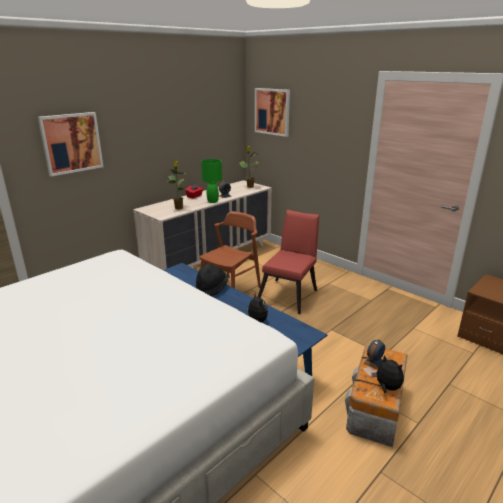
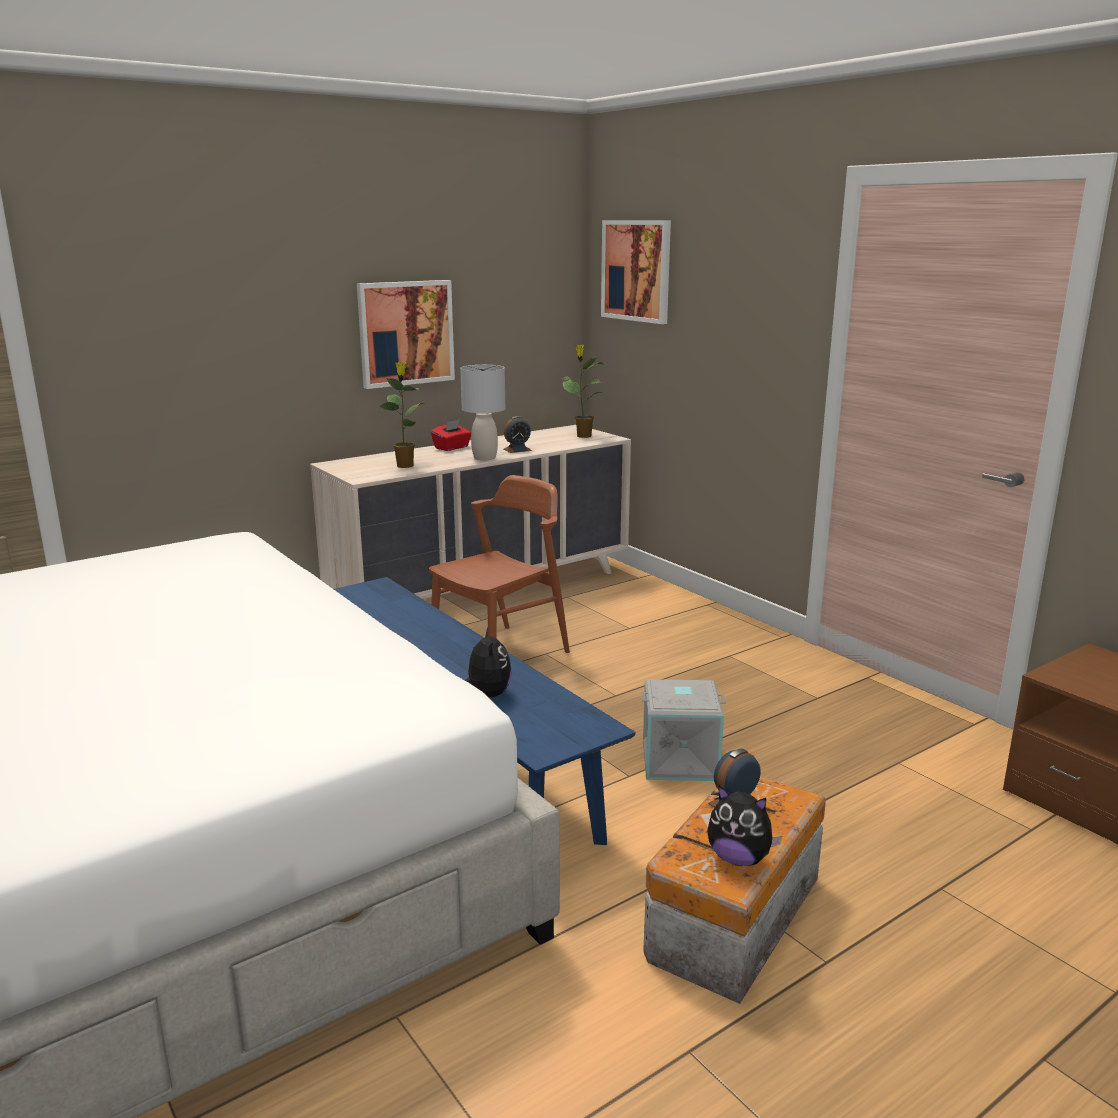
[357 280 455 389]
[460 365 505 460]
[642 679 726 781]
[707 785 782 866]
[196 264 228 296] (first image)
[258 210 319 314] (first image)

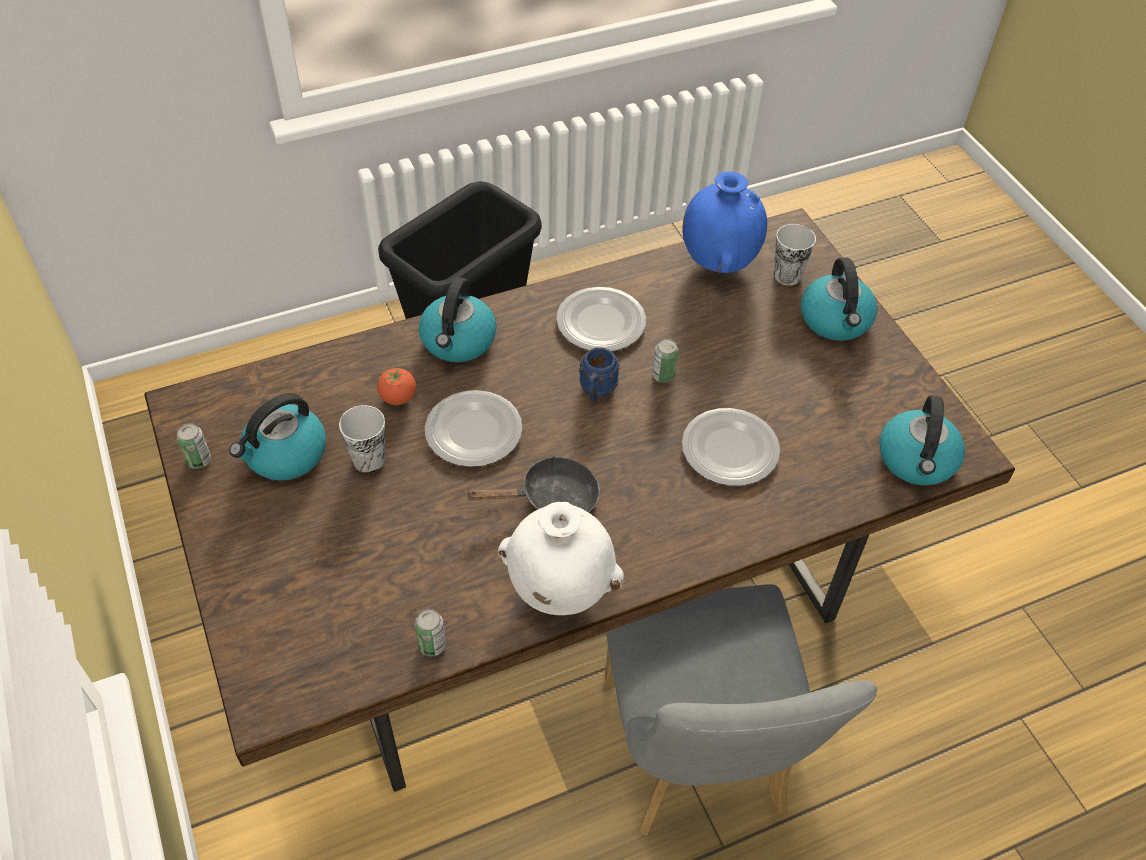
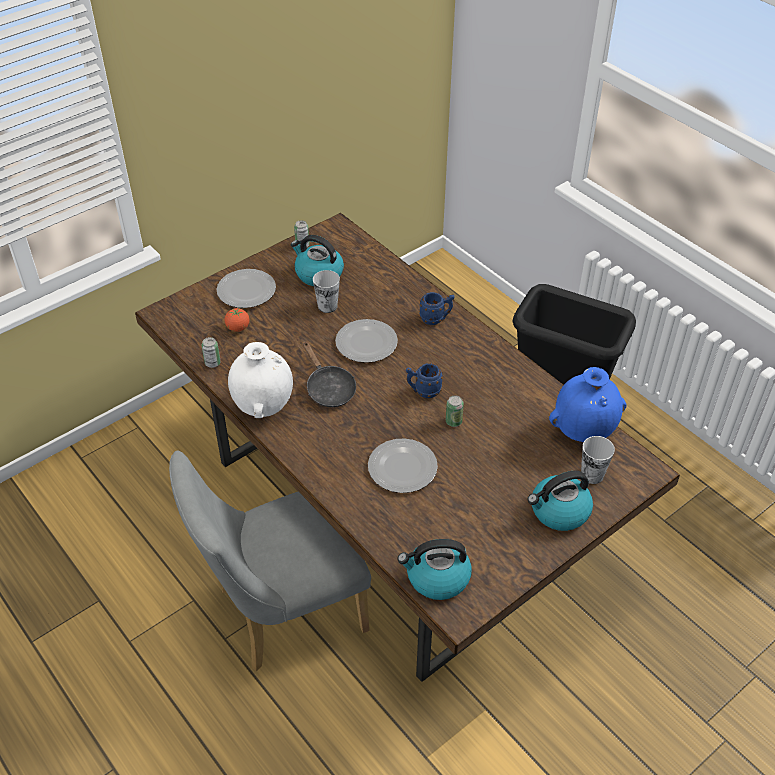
[216 269 276 308]
[225 308 249 332]
[420 292 455 325]

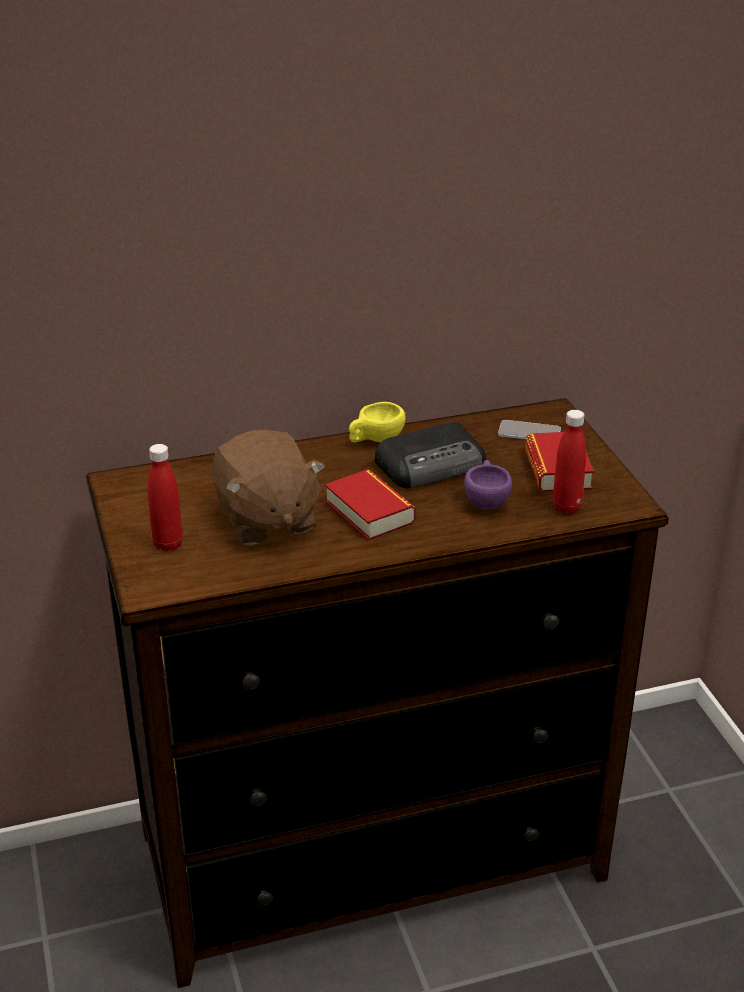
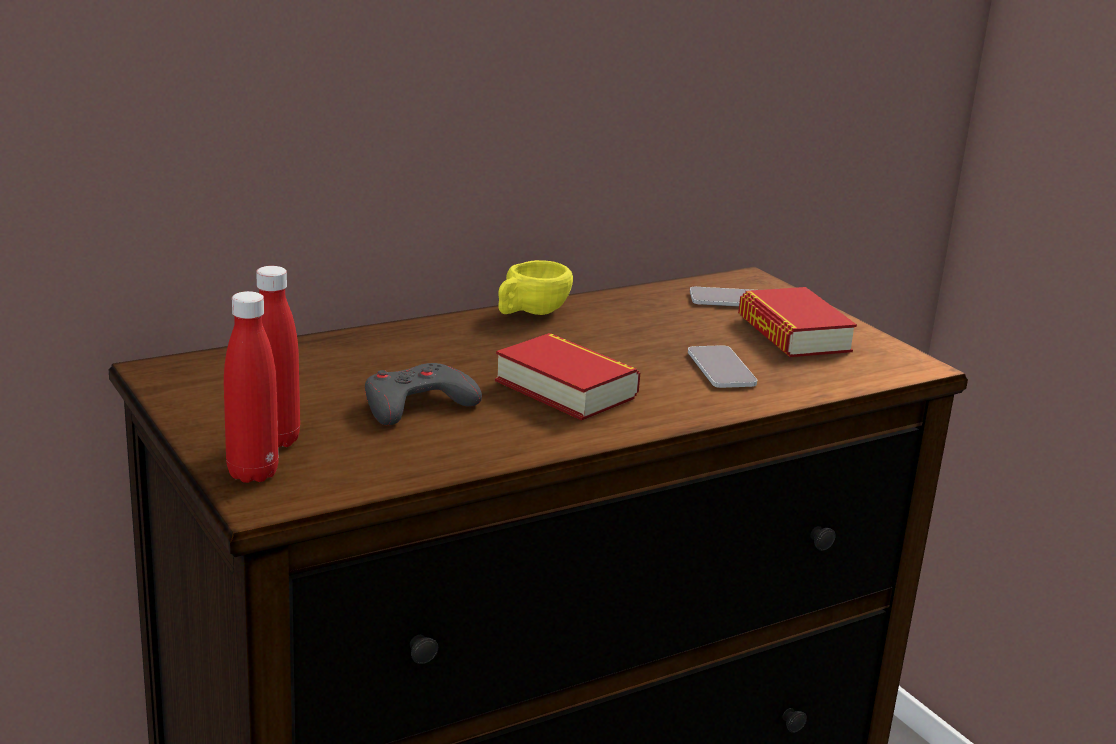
[224 291 279 483]
[365 363 482 425]
[688 345 757 388]
[375 422 486 488] (first image)

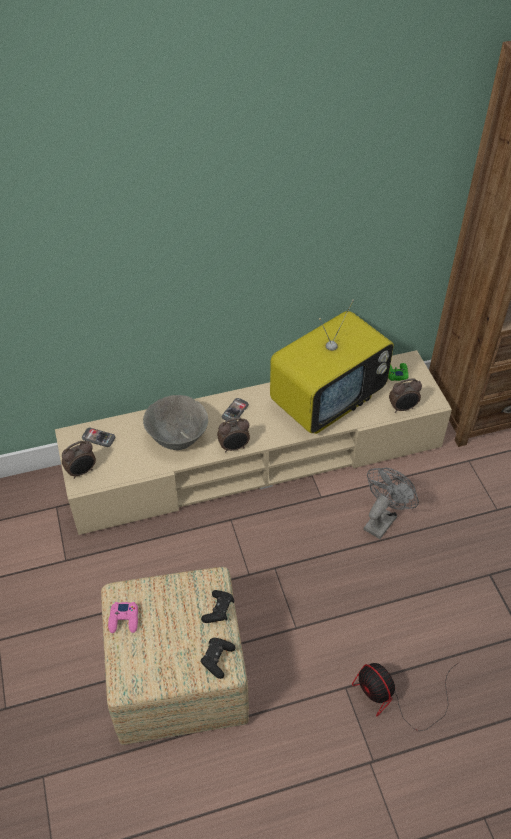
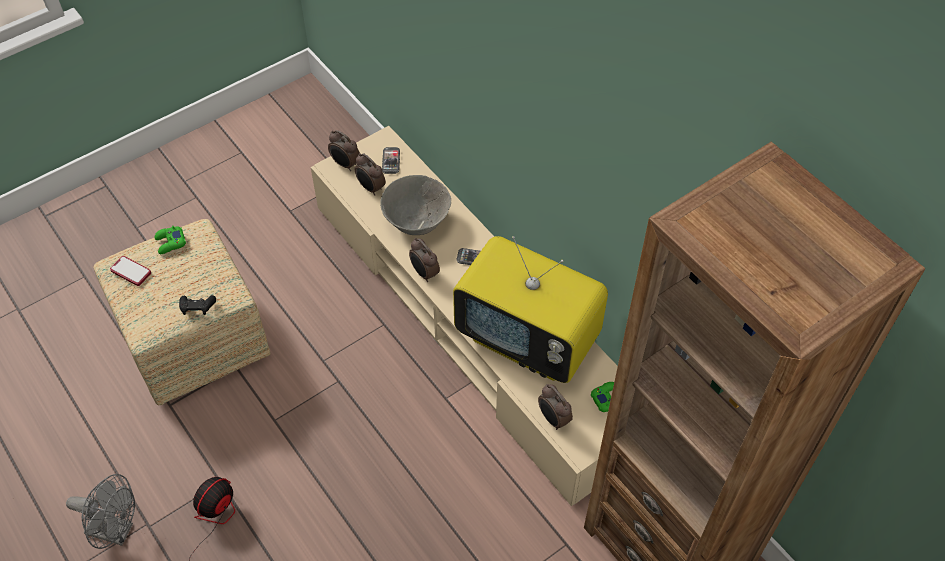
[66 474 135 549]
[110 256 151 286]
[154 226 186 254]
[355 153 386 196]
[201 638 235 679] (first image)

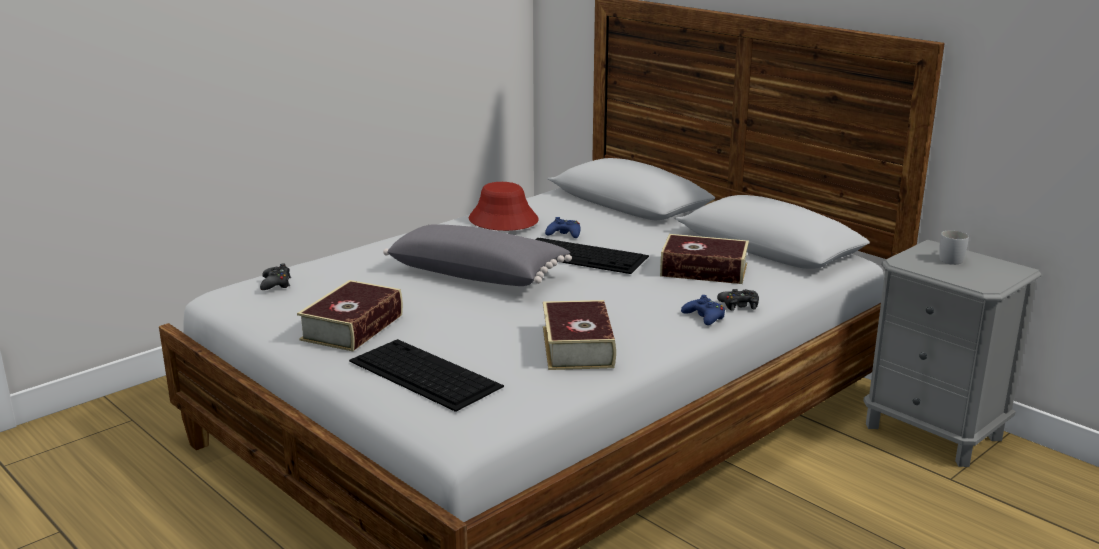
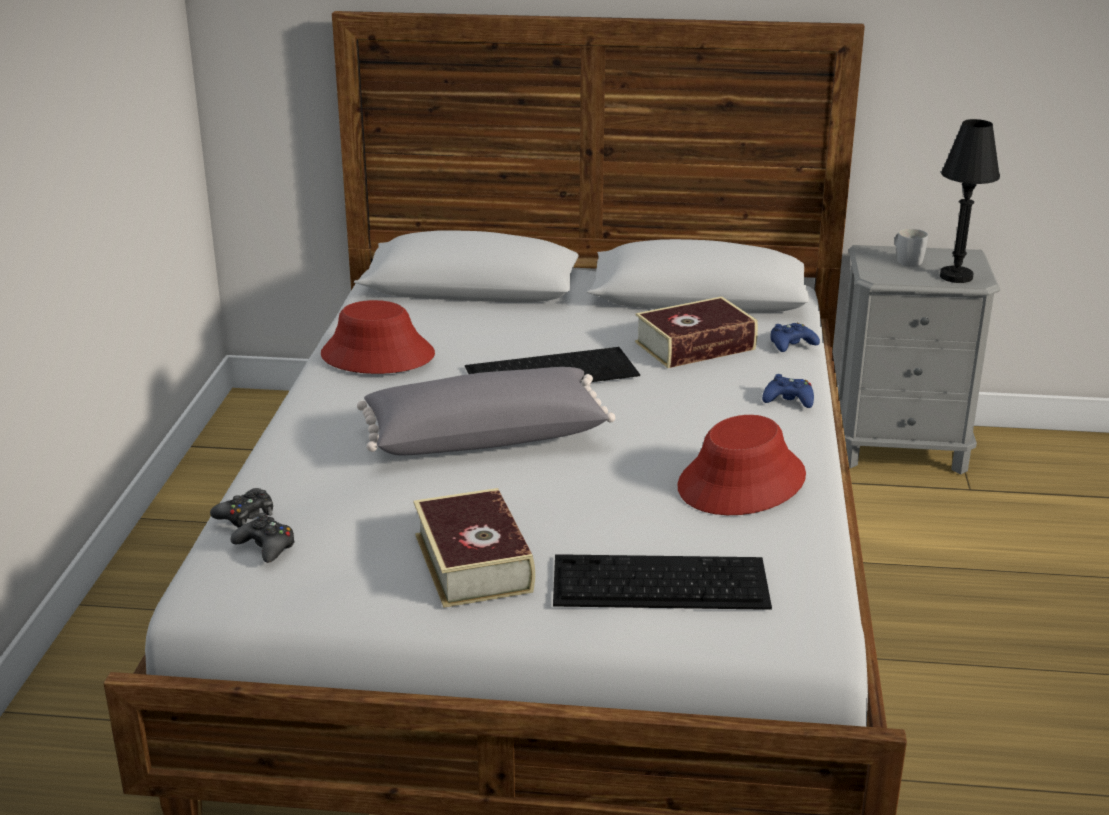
[210 488 273 528]
[677 415 806 515]
[770 323 820 352]
[940 119 1000 283]

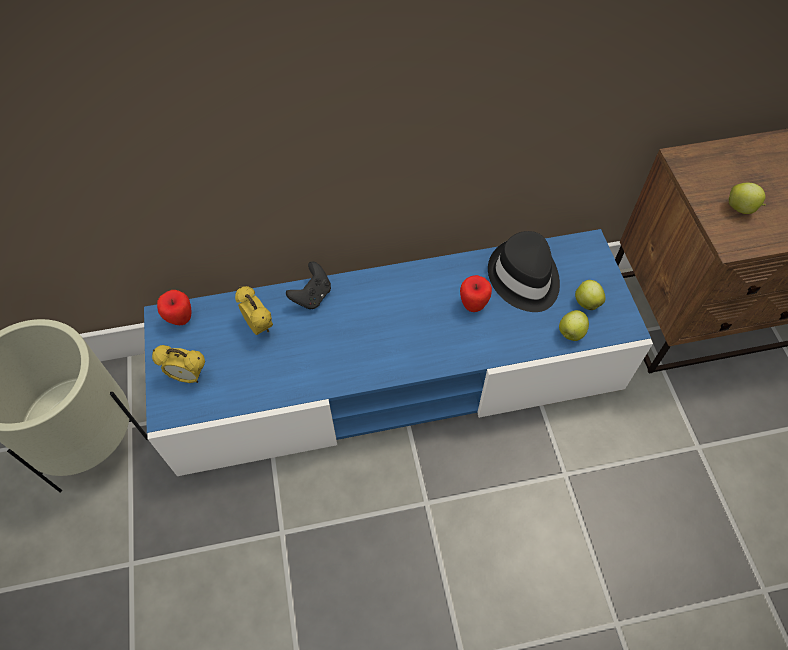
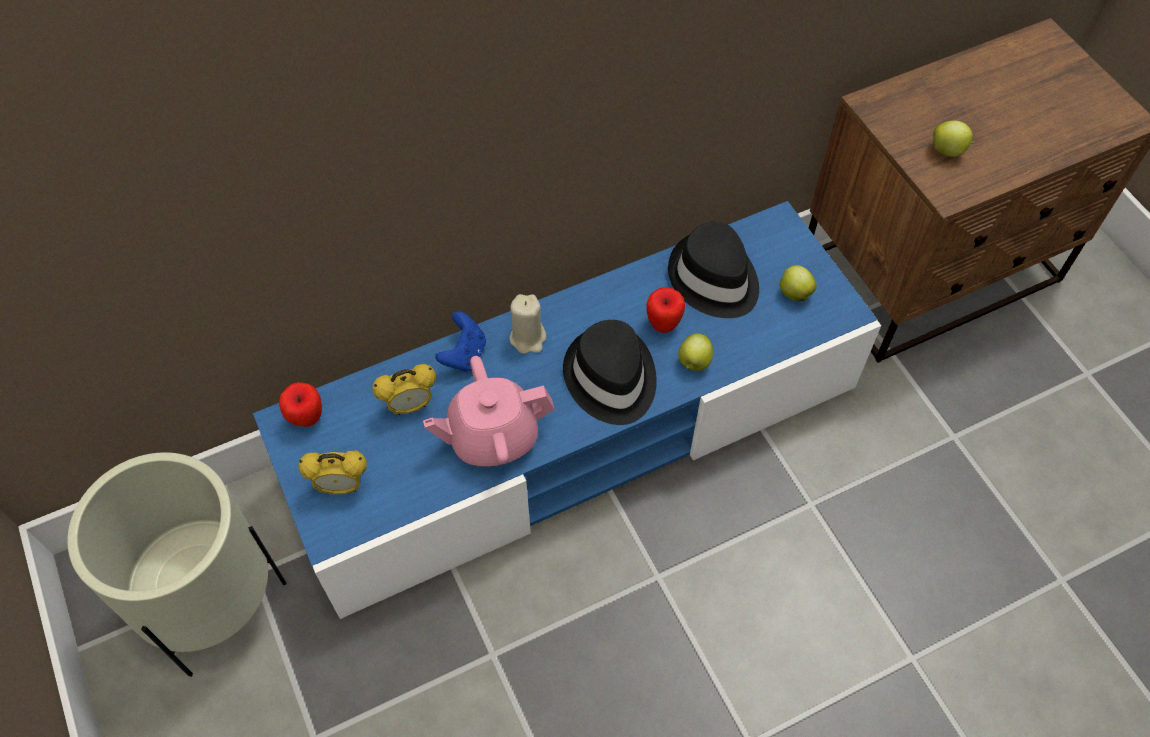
[372 364 436 415]
[423 356 555 467]
[435 311 486 371]
[509 294 546 354]
[563 320 657 425]
[678 333 713 371]

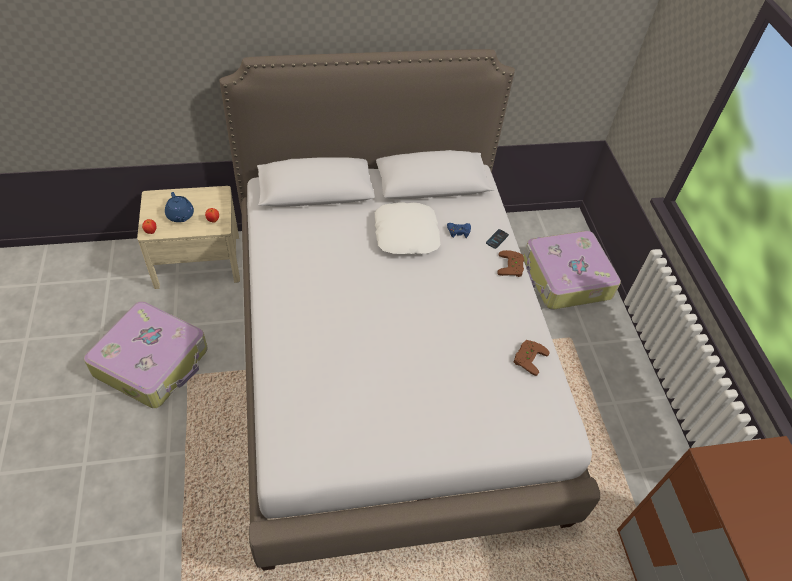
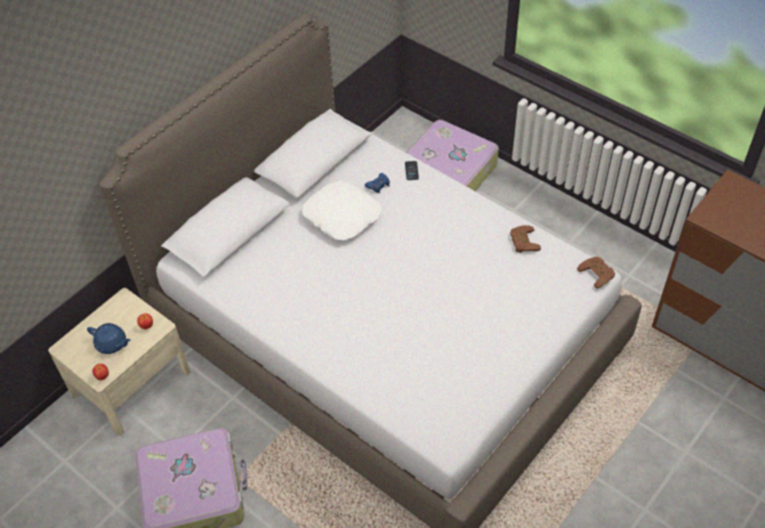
[577 257 615 289]

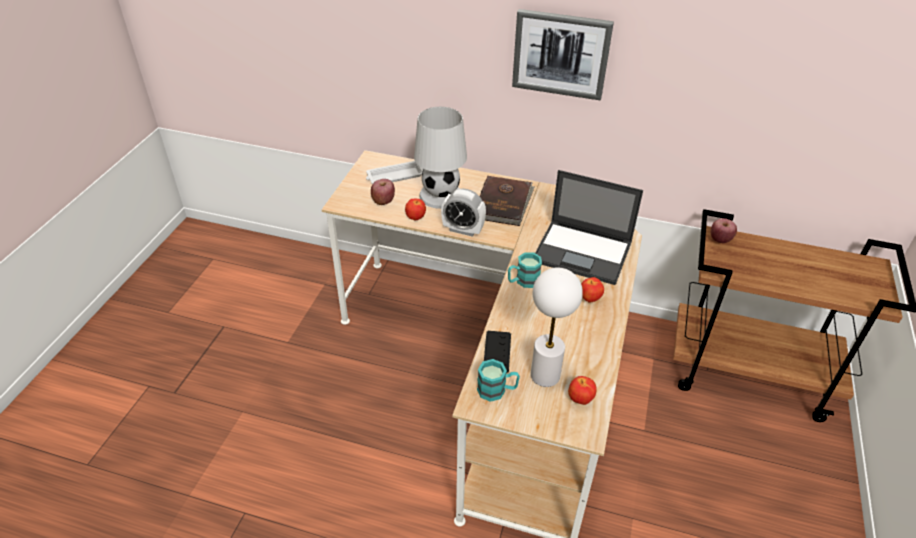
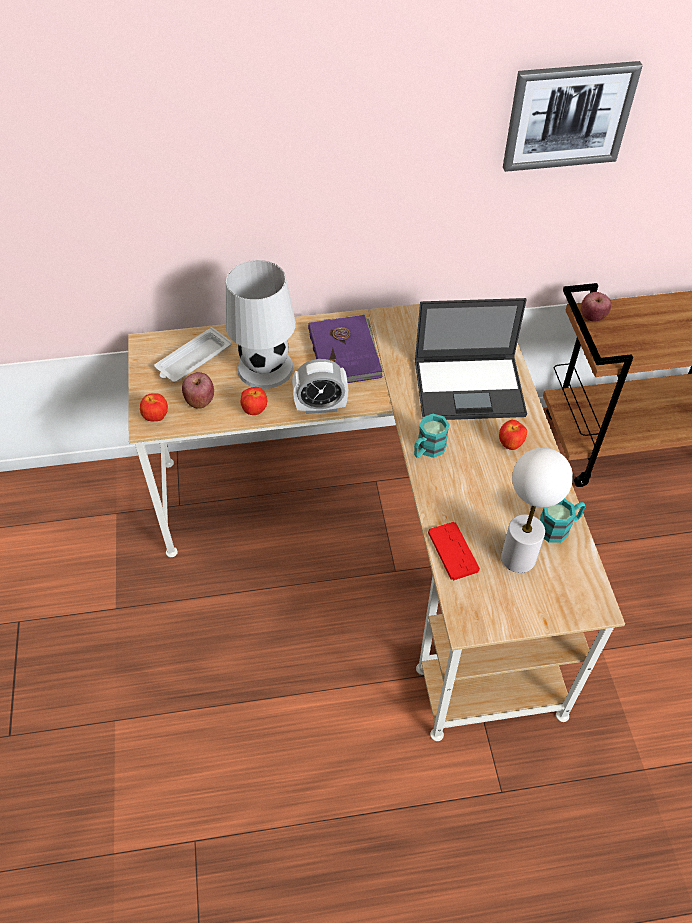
[140 393 168 421]
[308 314 383 383]
[428 522 480 581]
[503 61 643 172]
[540 498 586 543]

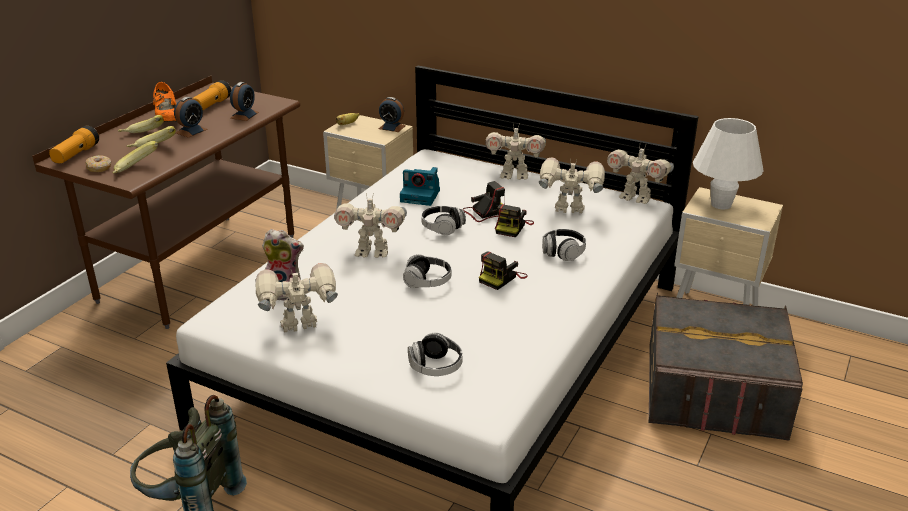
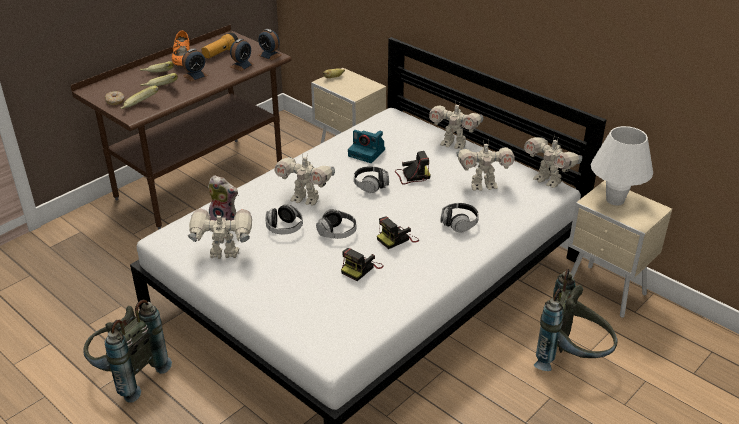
[258 29 282 60]
[265 204 303 234]
[341 248 384 281]
[457 140 515 191]
[534 269 618 371]
[49 126 99 164] (first image)

